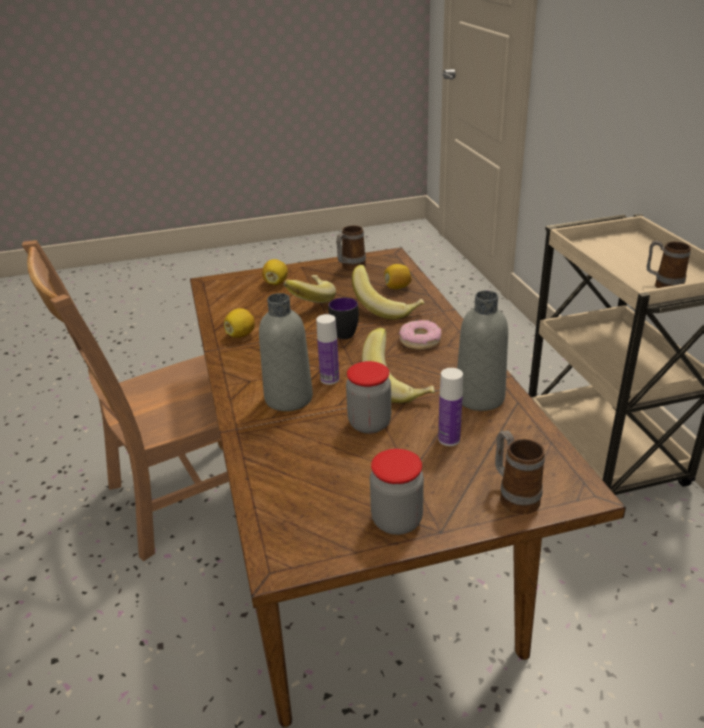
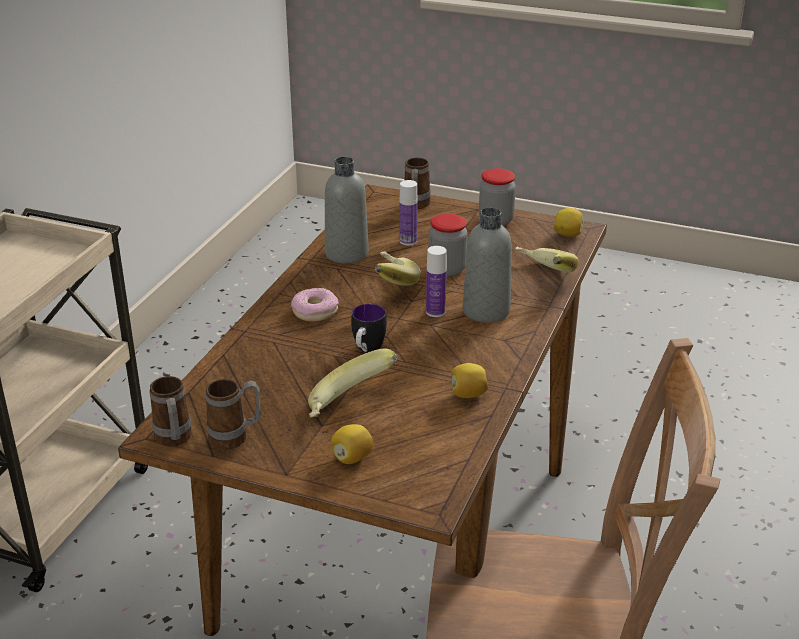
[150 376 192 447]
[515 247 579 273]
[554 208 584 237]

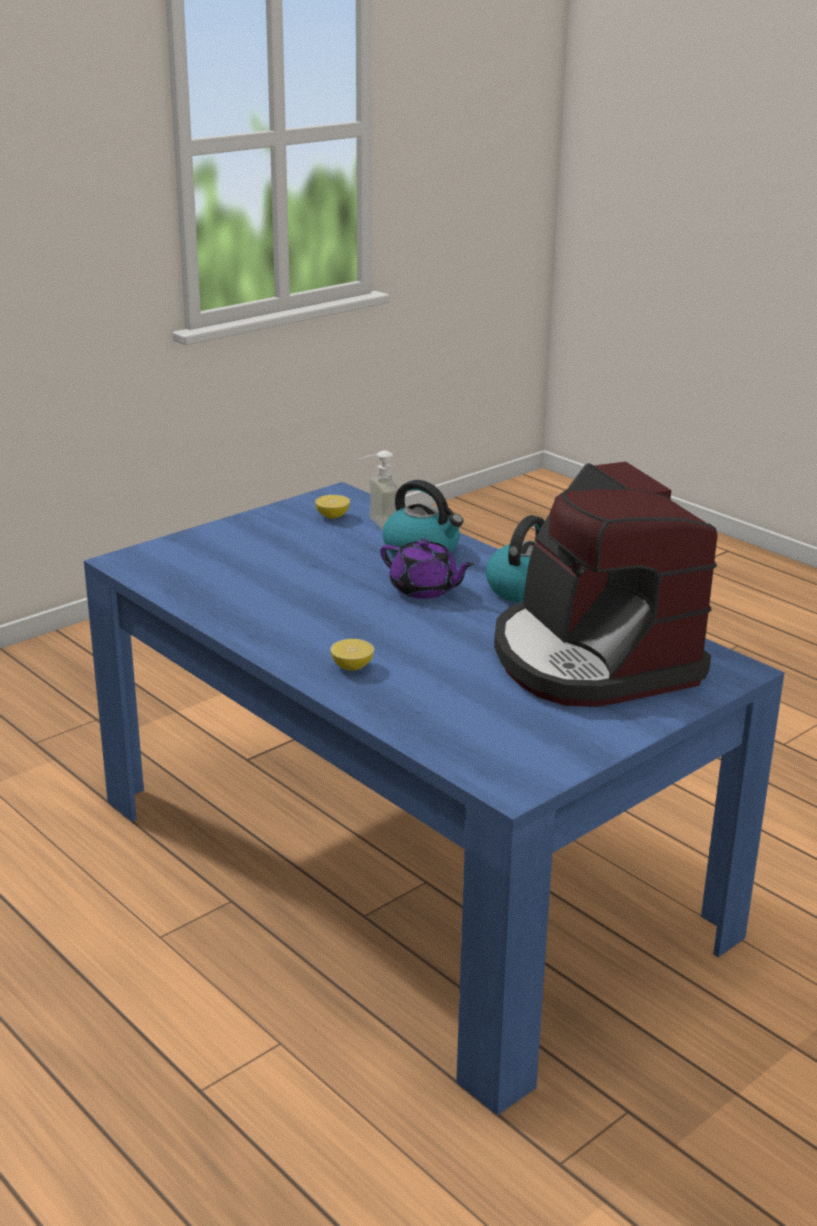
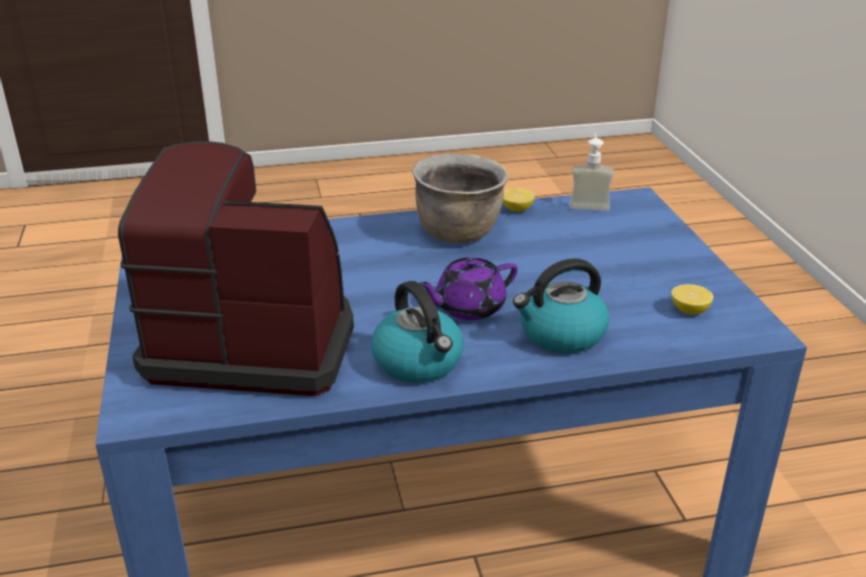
[412 153 508 243]
[503 188 535 212]
[570 133 614 211]

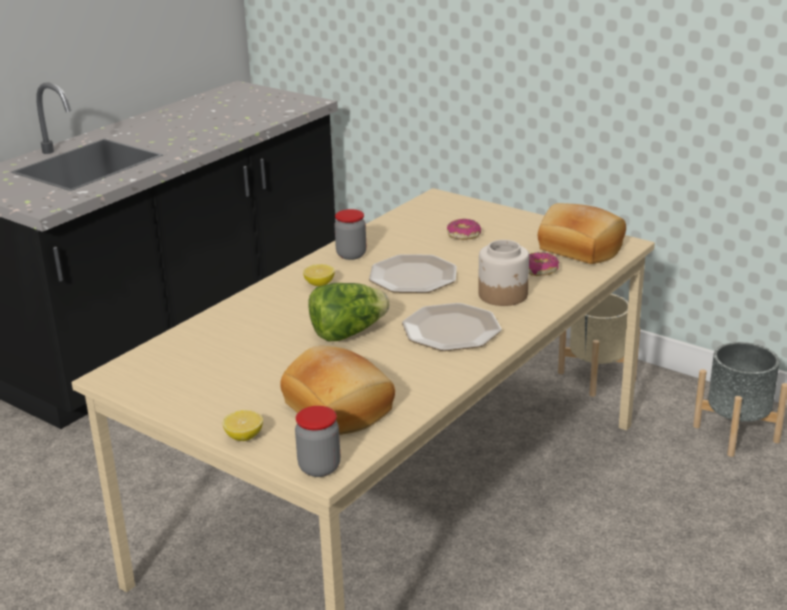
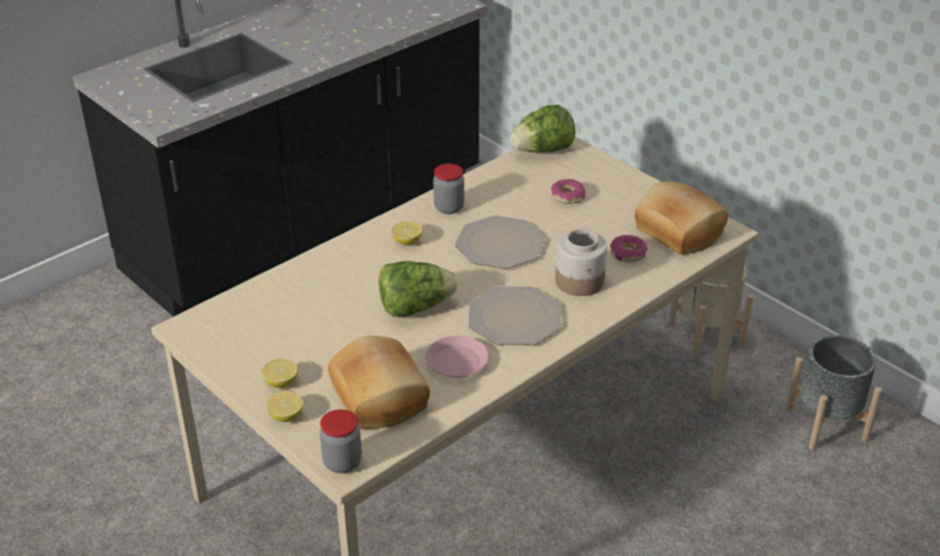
[261 358 298 388]
[426 336 489 378]
[510 105 576 152]

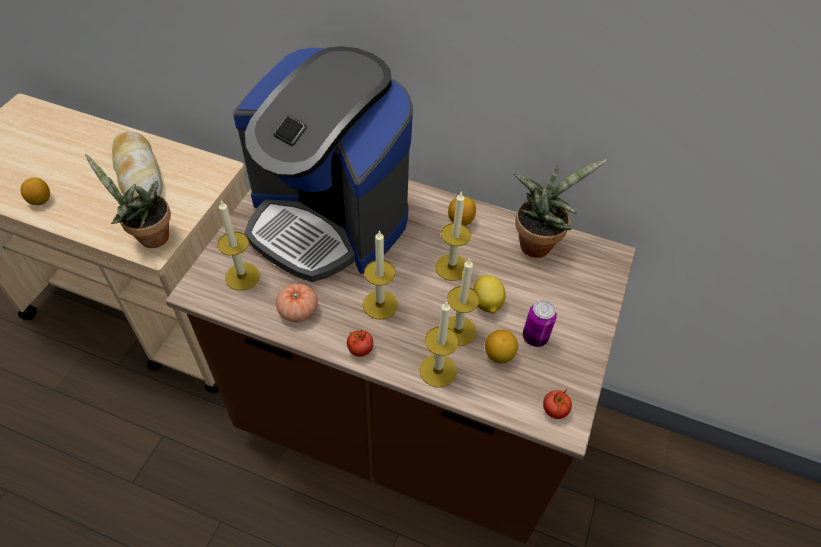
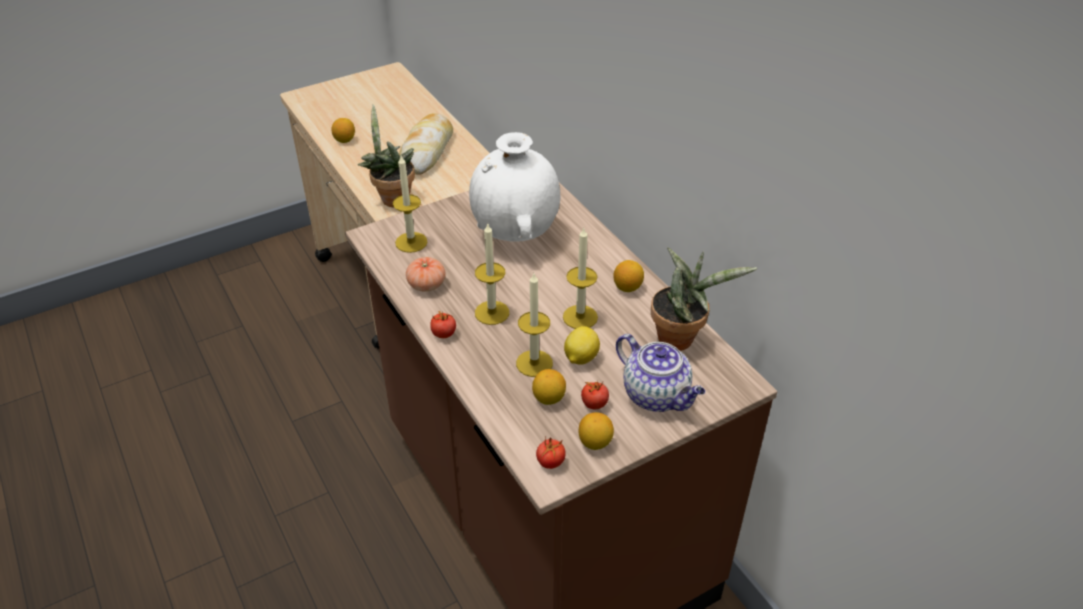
[469 132 560 241]
[579 412 614 450]
[581 381 609 409]
[616 334 705 412]
[420 301 459 388] (first image)

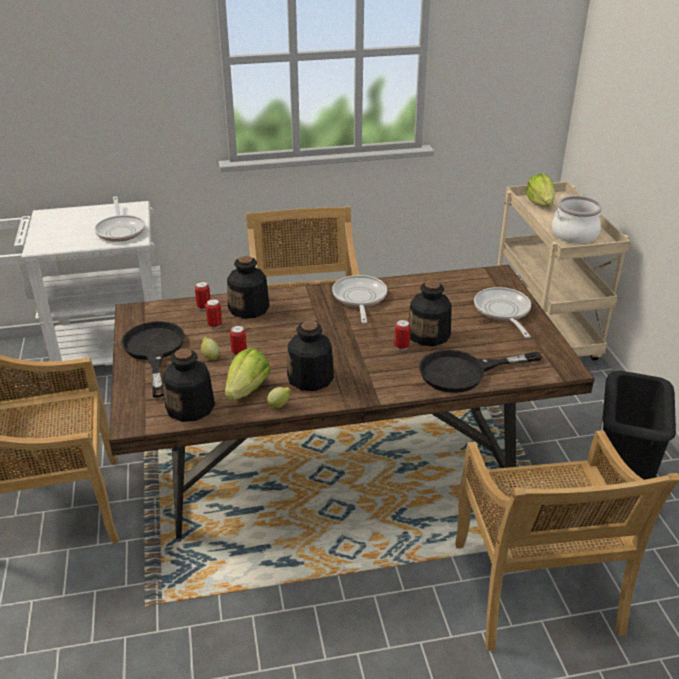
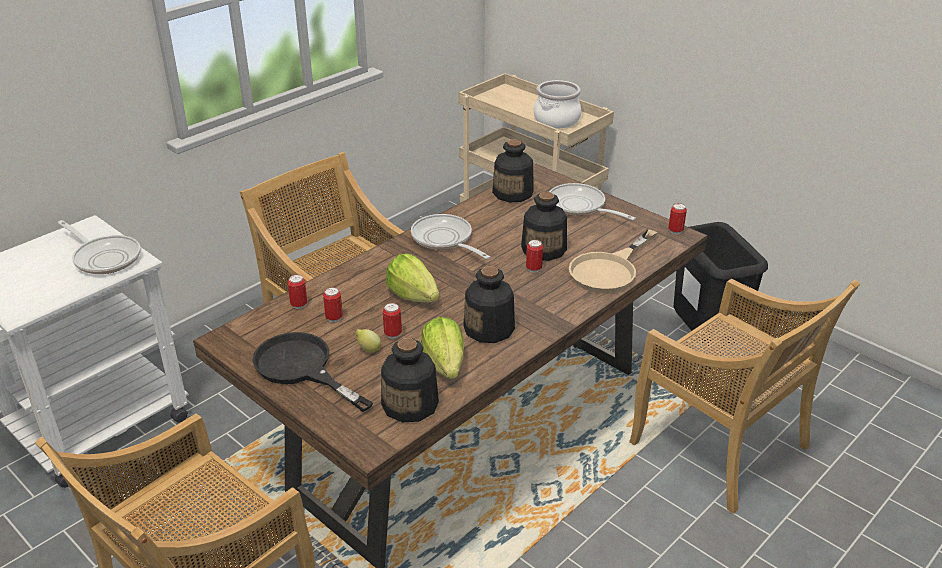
[386 253 439 303]
[492 139 534 203]
[569 229 657 293]
[668 203 687 234]
[267 387 291 408] (first image)

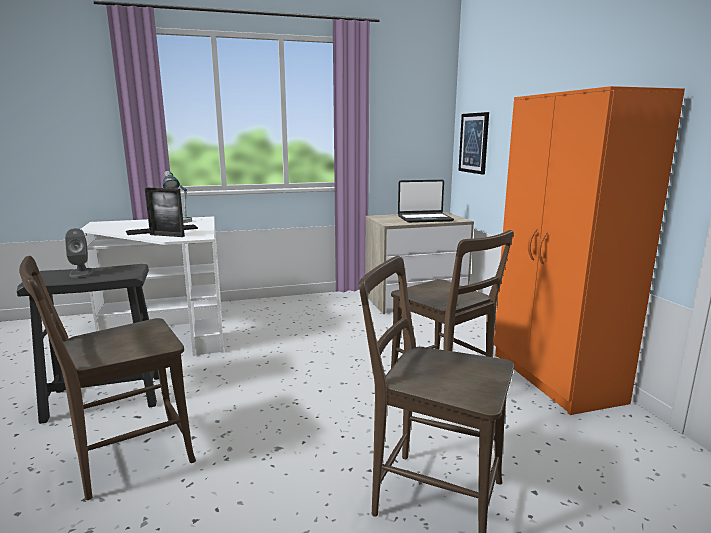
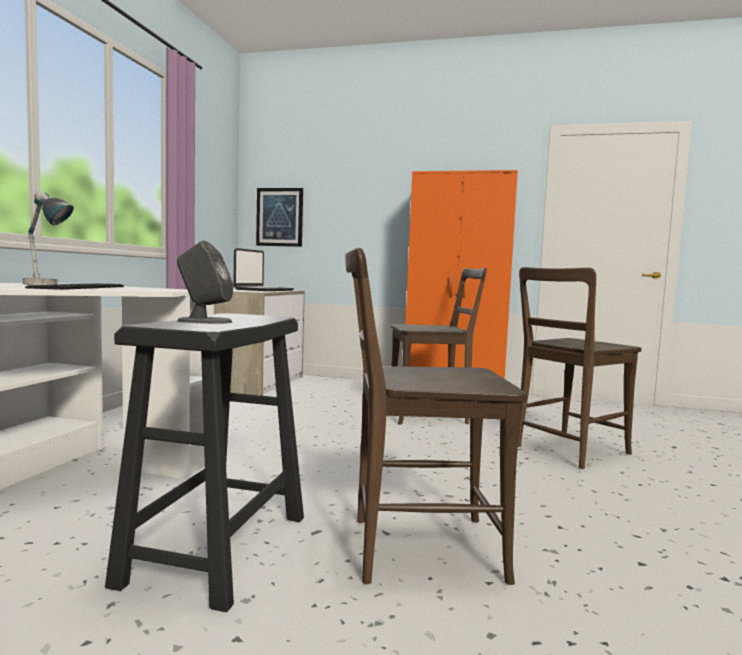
[345 248 527 585]
[145 188 185 237] (first image)

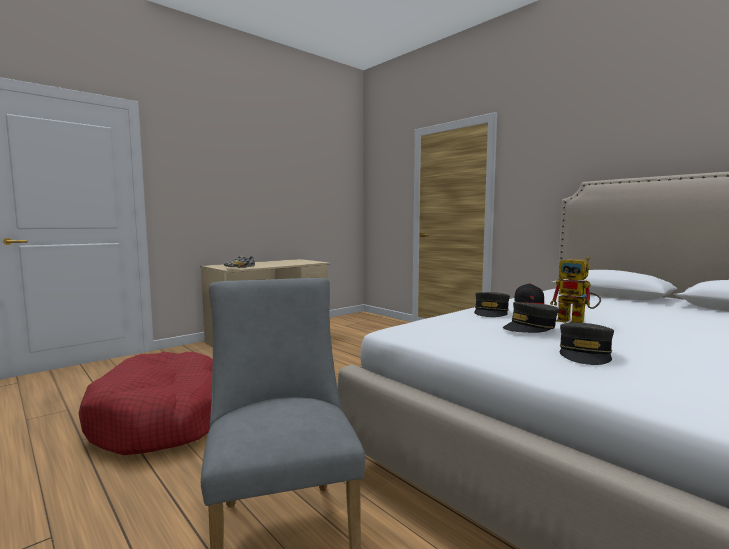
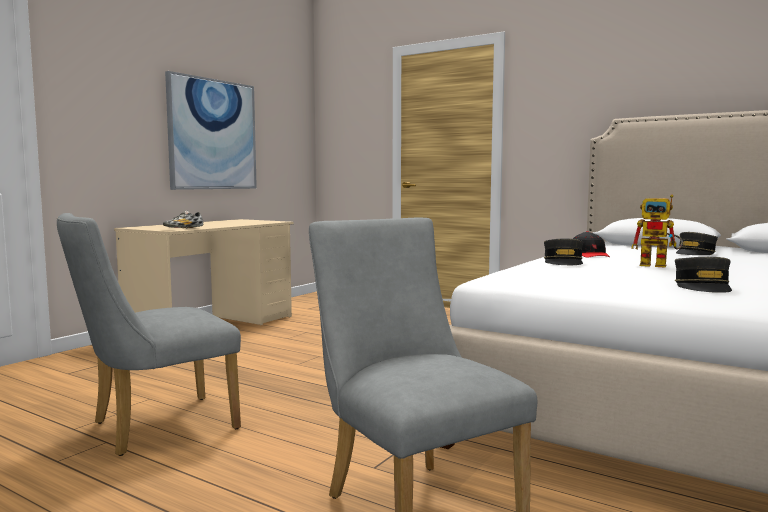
[57 213 241 456]
[165 71 257 190]
[676 232 718 255]

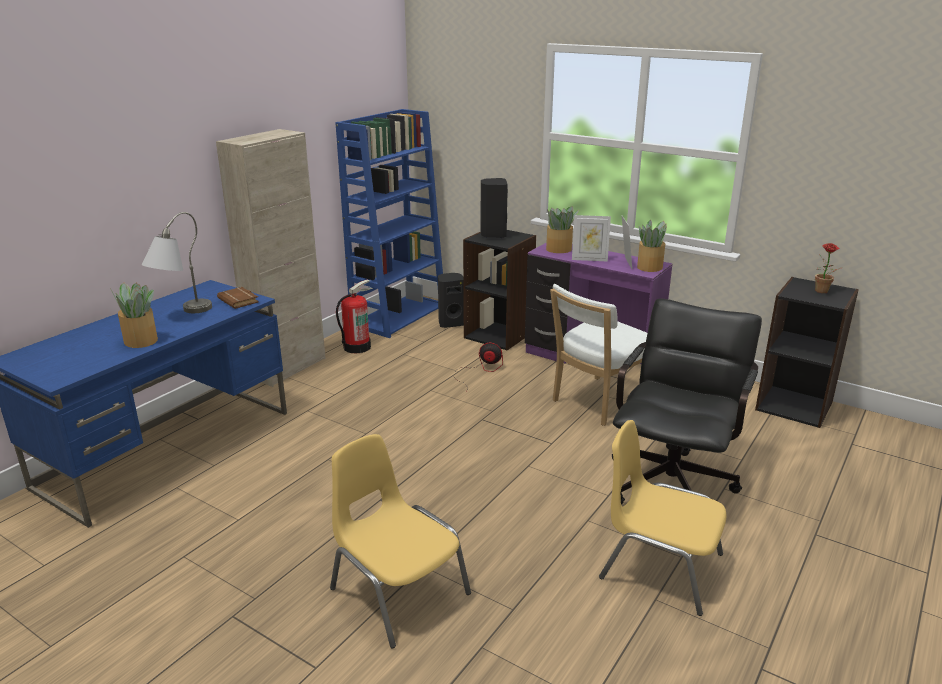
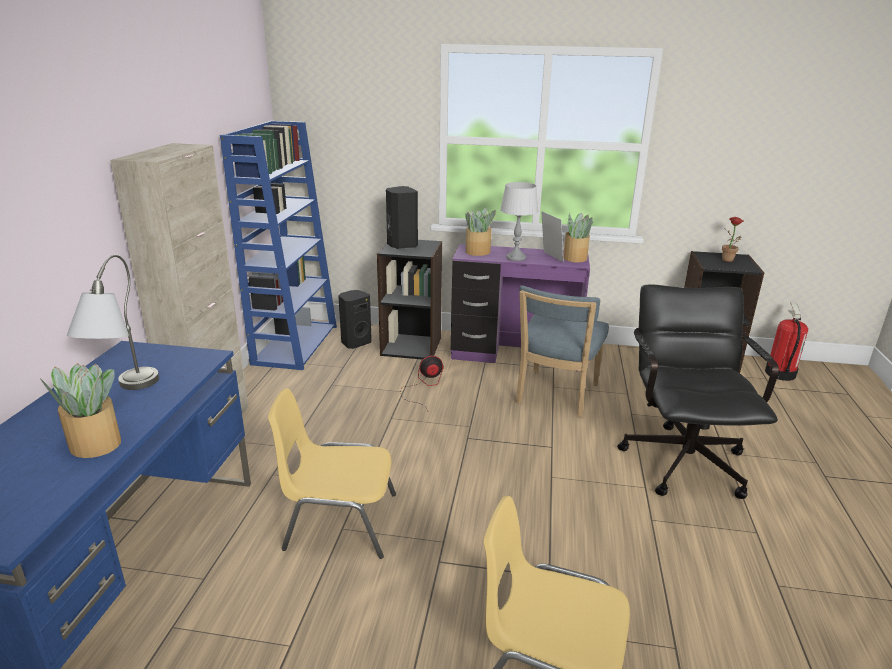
[268 388 396 559]
[500 182 538 261]
[516 285 609 417]
[765 302 808 381]
[217 287 259 309] (first image)

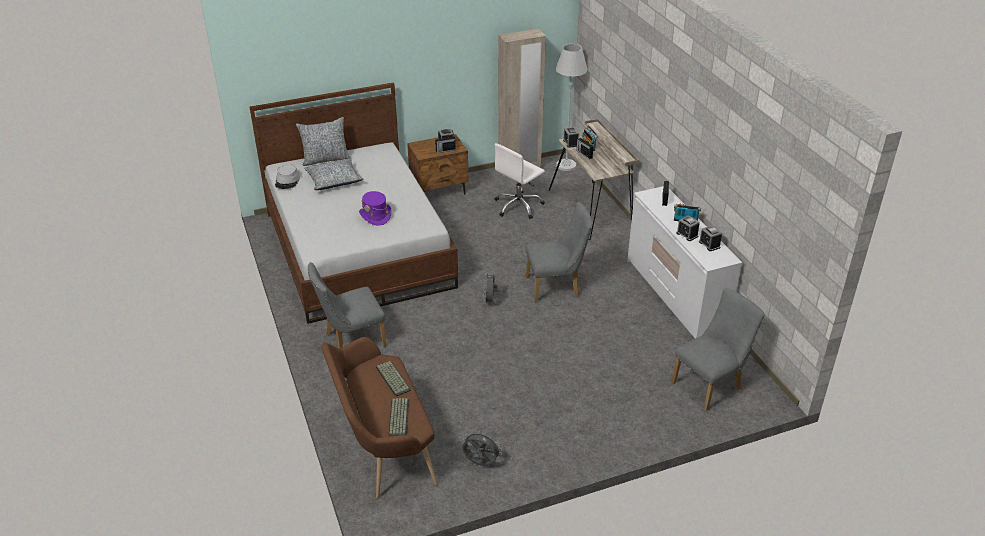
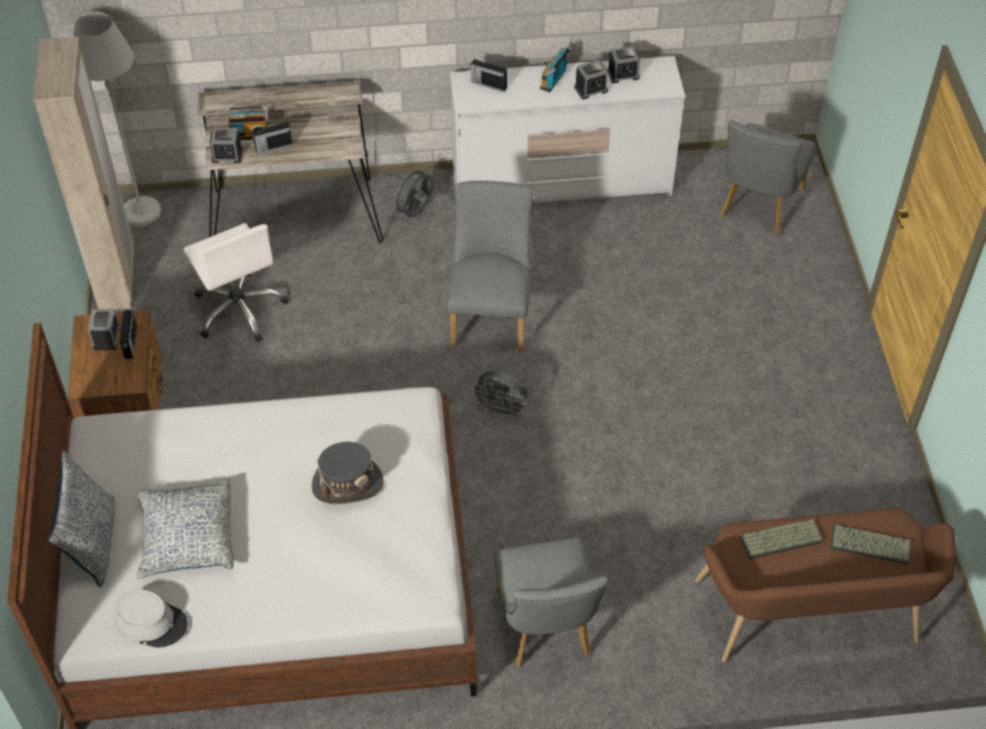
[312 442 384 504]
[392 167 433 217]
[720 121 816 234]

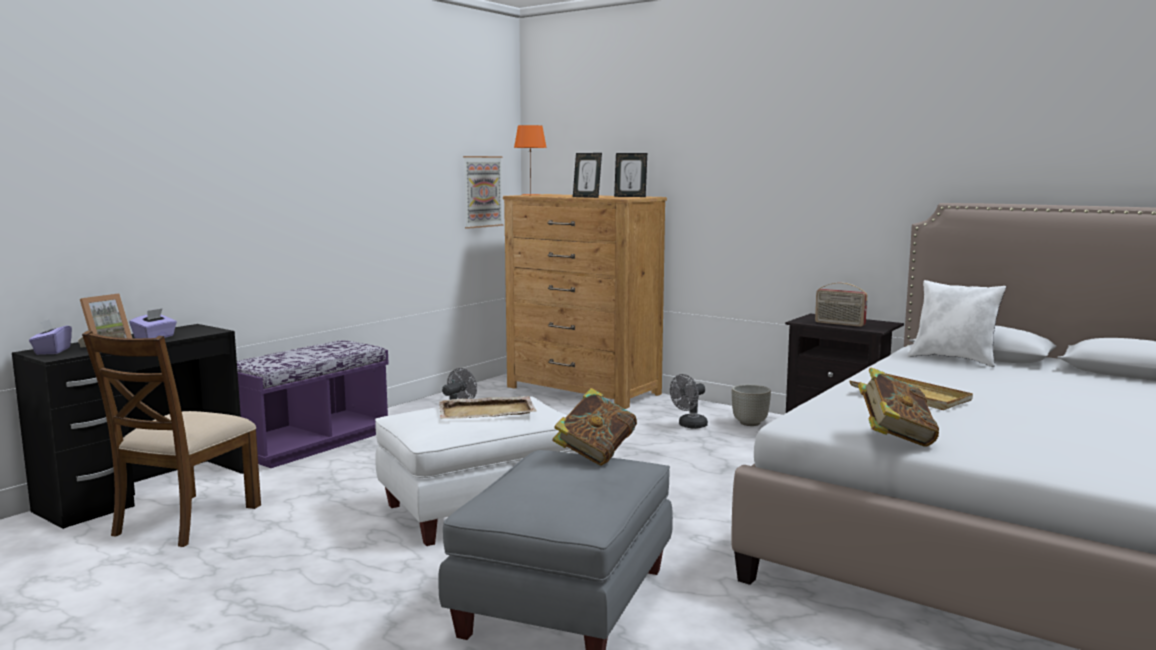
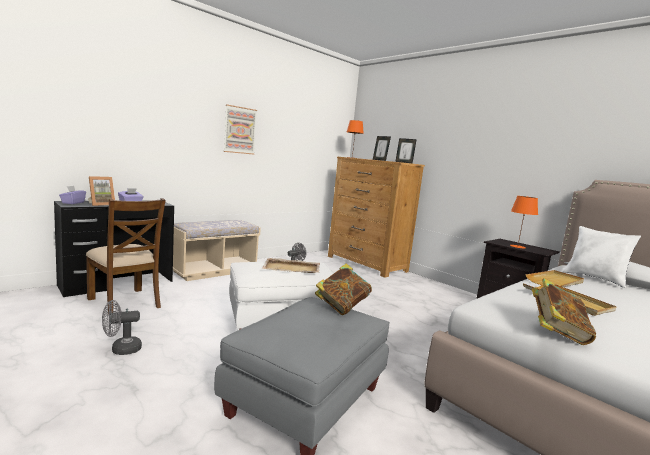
[86 198 165 317]
[102 300 142 355]
[173 220 261 281]
[224 104 257 155]
[510 196 538 248]
[525 270 584 287]
[732 384 771 426] (first image)

